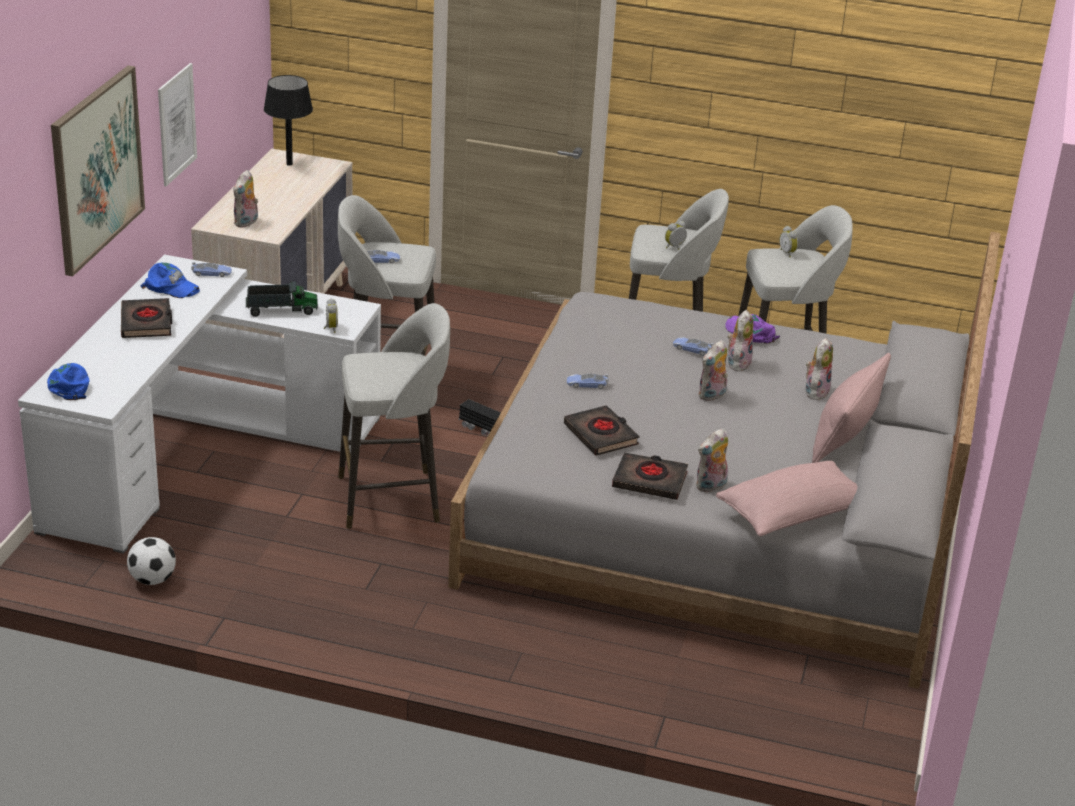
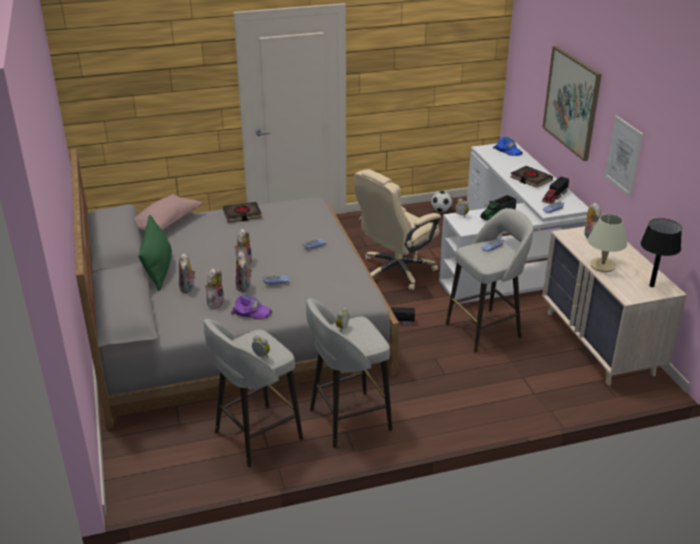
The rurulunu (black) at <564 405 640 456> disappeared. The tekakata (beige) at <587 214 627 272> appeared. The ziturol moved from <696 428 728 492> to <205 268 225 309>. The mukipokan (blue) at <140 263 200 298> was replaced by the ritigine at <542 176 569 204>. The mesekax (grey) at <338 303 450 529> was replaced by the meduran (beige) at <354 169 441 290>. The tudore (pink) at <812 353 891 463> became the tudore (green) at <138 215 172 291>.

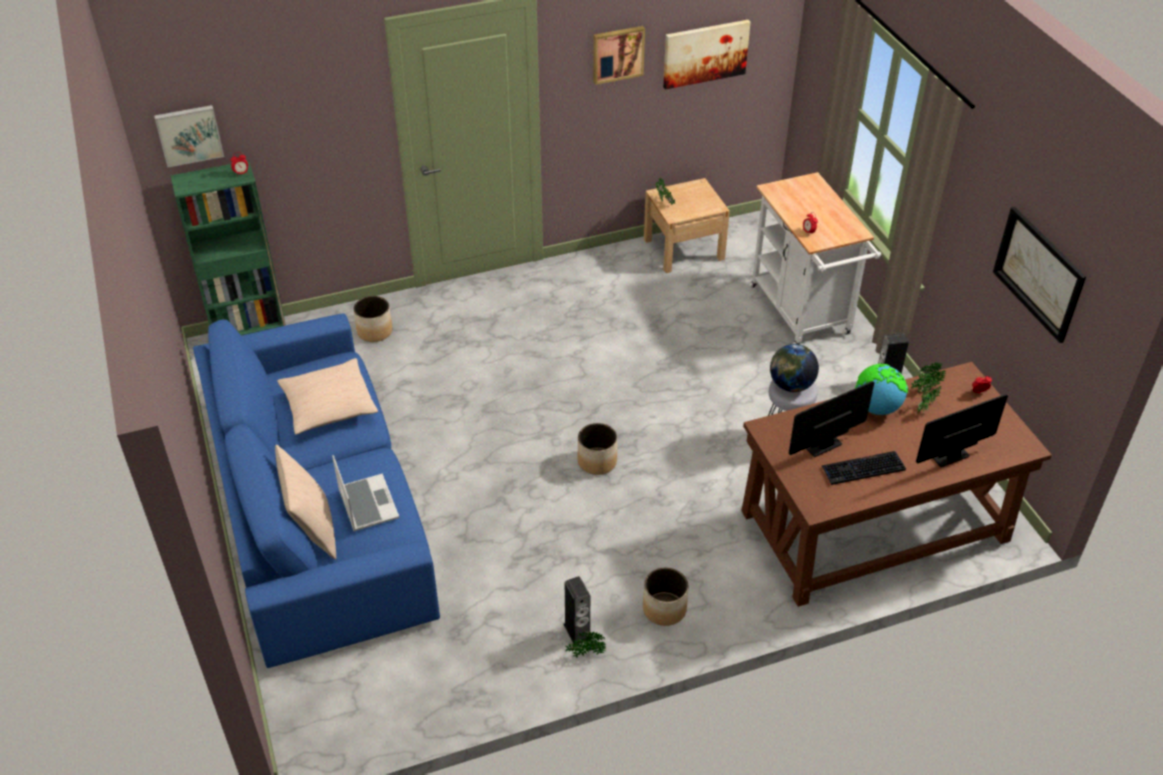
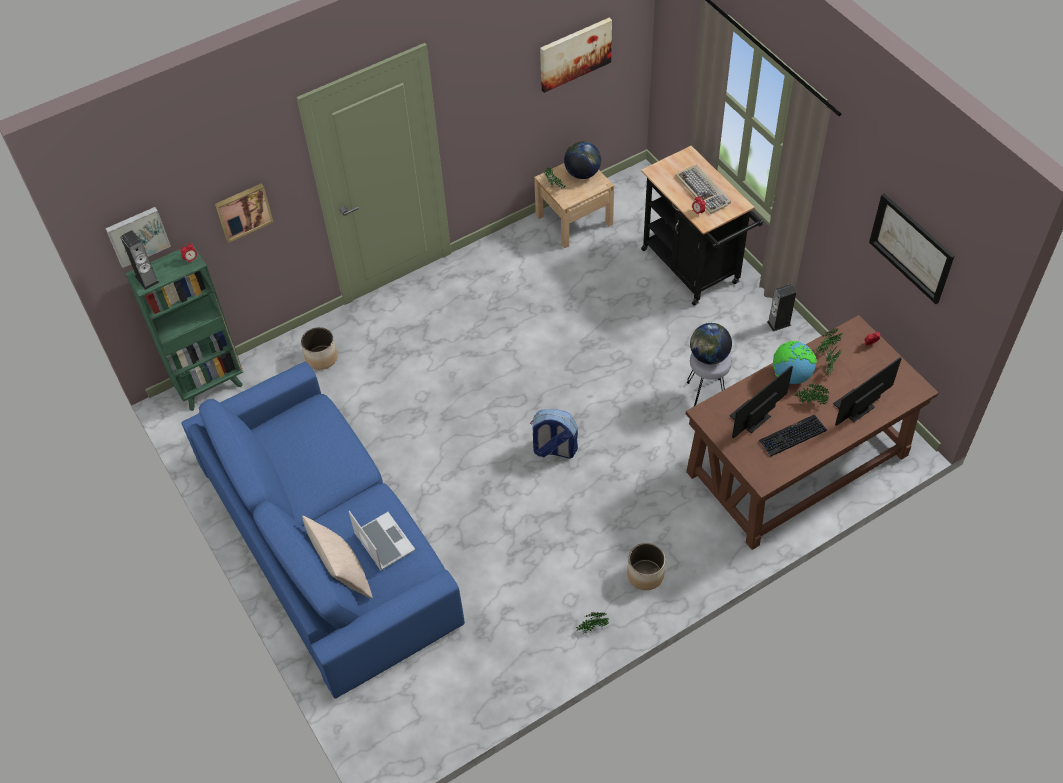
The tudore (beige) at <277 358 378 435> disappeared. The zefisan at <564 141 601 179> appeared. The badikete at <675 165 731 214> appeared. The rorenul at <795 384 829 405> appeared. The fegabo moved from <564 576 590 644> to <120 230 159 290>. The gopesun moved from <593 26 645 85> to <215 183 273 242>. The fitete at <578 423 617 475> was replaced by the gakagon at <530 409 578 459>. The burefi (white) at <749 172 881 344> became the burefi (black) at <641 146 763 306>.

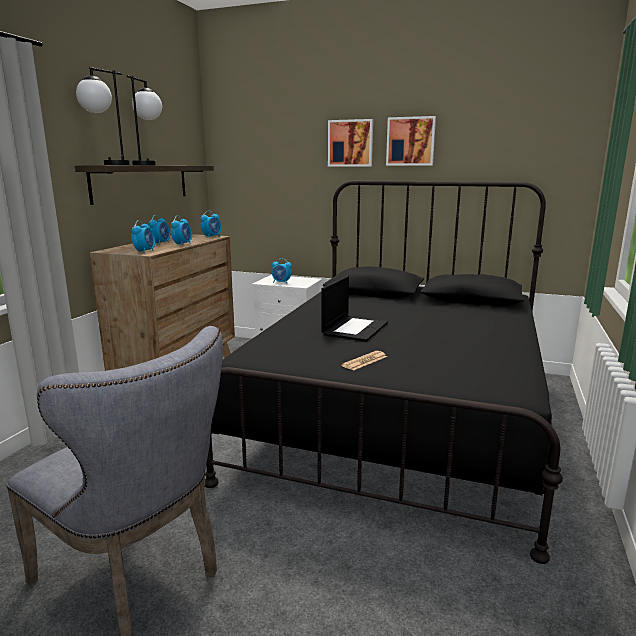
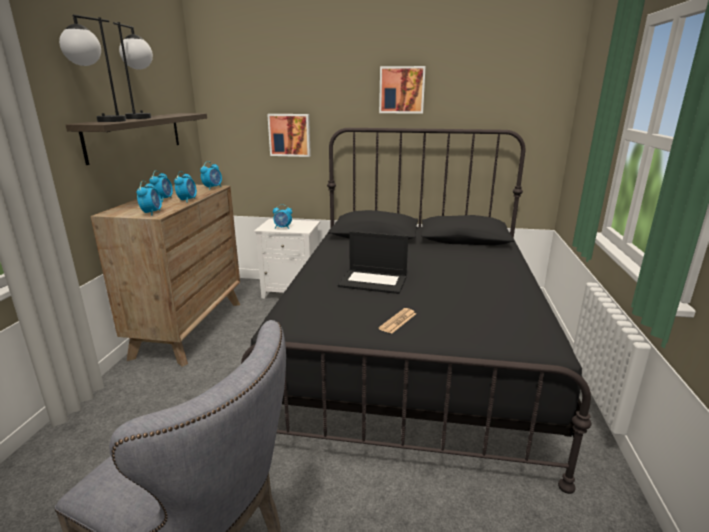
The gopesun moved from <328 119 373 167> to <267 114 311 157>. The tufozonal at <321 276 388 342> turned 90 degrees clockwise.

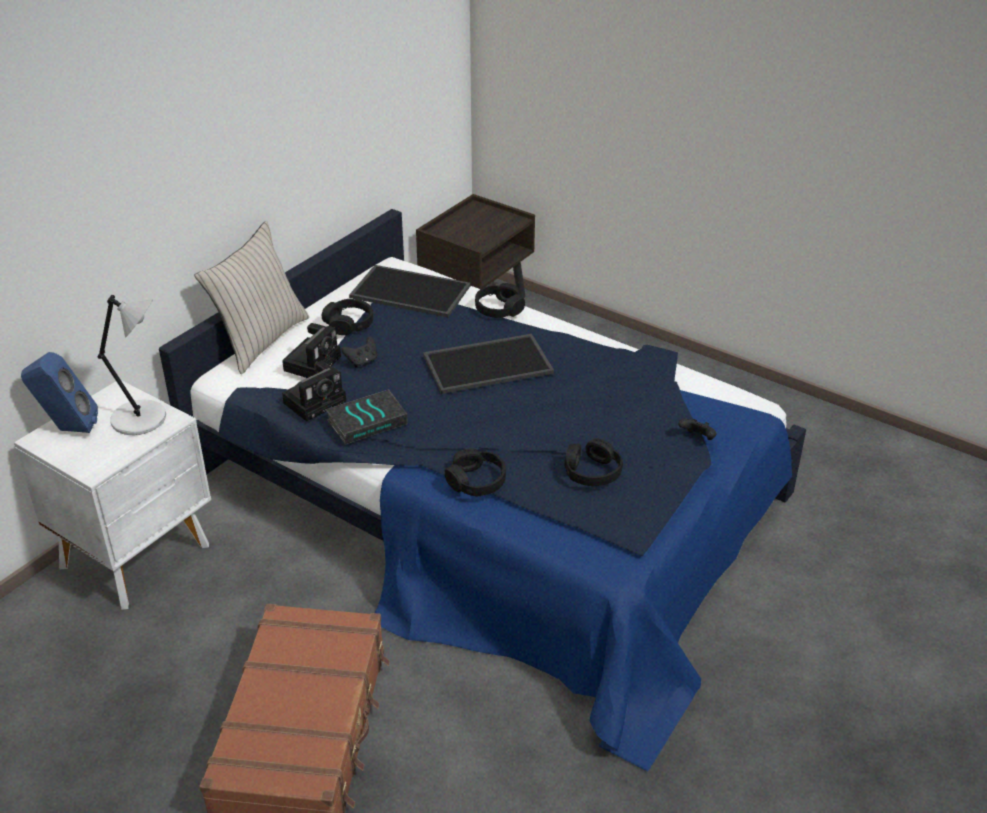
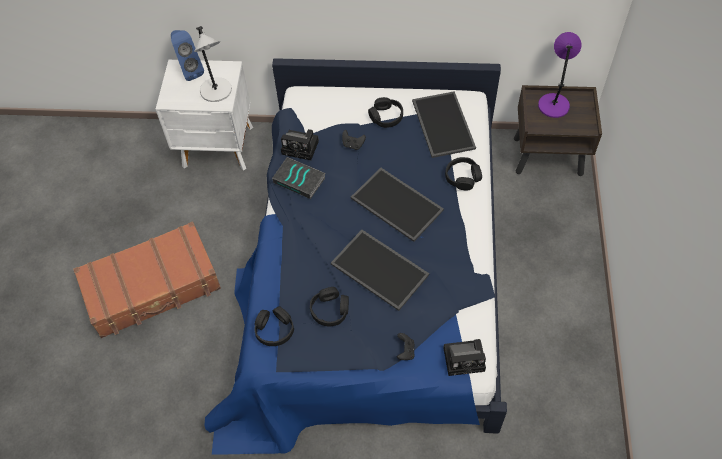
The tudore (beige) at <195 221 309 374> disappeared. The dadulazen at <331 230 429 311> appeared. The tekakata (purple) at <538 32 581 118> appeared. The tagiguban moved from <282 323 341 378> to <443 339 486 376>. The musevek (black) moved from <445 448 506 496> to <255 306 294 346>.

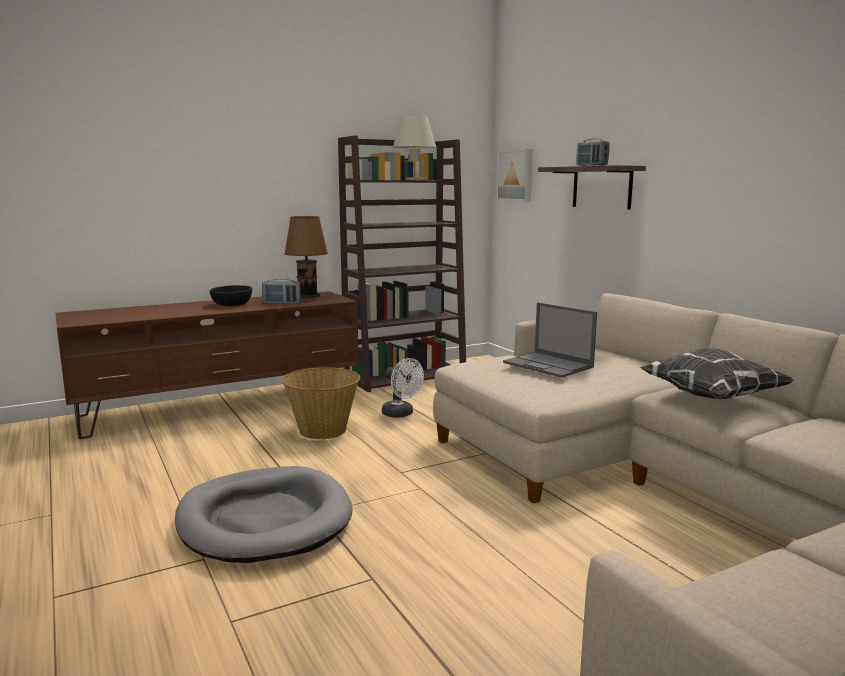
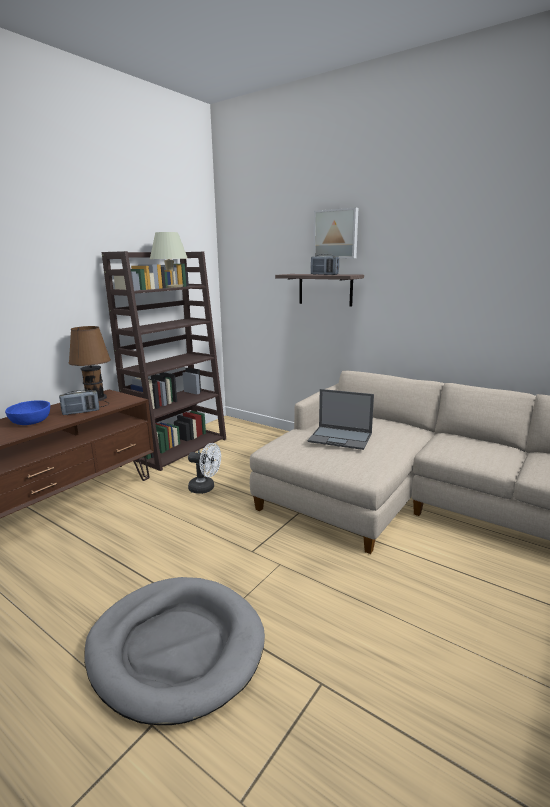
The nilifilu at <281 367 360 439> disappeared. The tudore at <639 348 794 399> disappeared. The gopesun moved from <496 149 533 201> to <313 207 358 258>. The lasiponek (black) at <210 285 252 306> became the lasiponek (blue) at <5 400 50 425>.

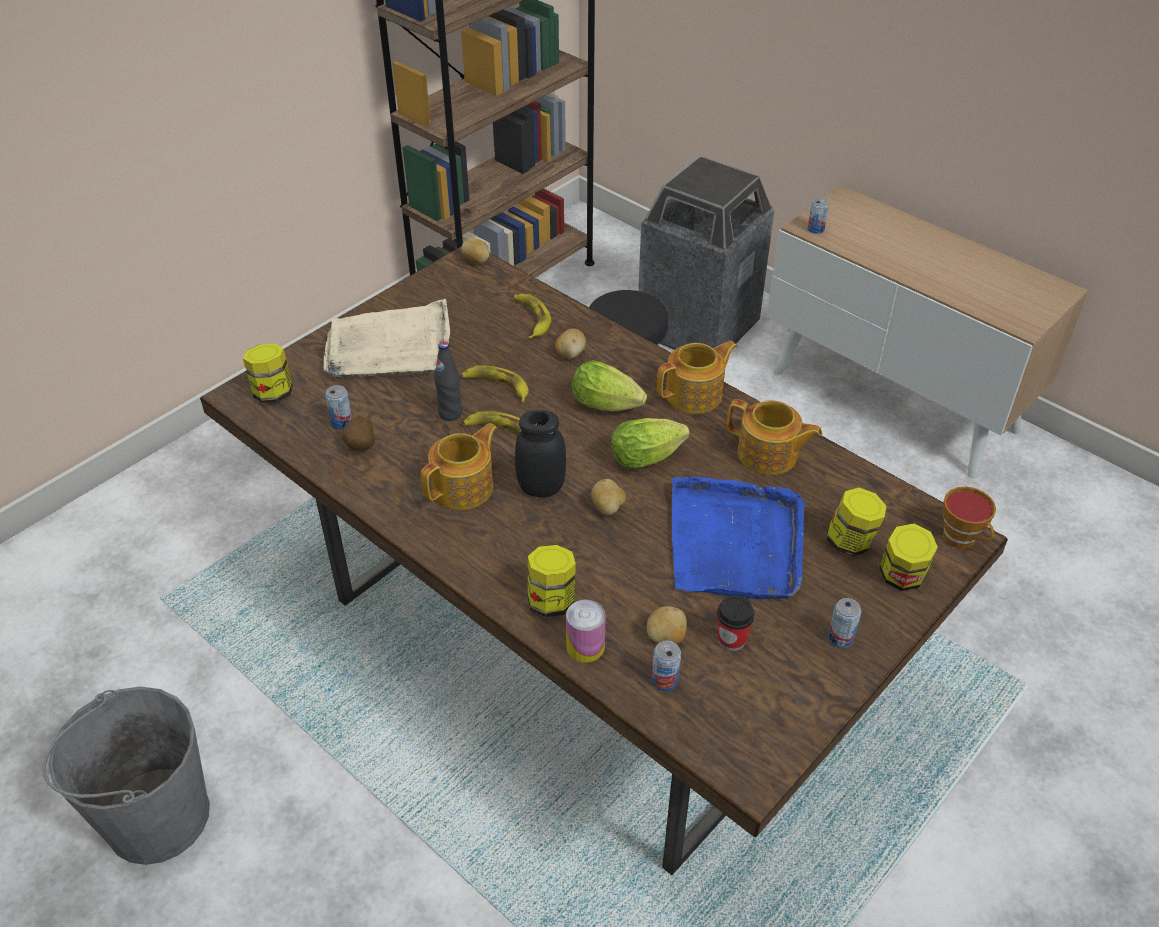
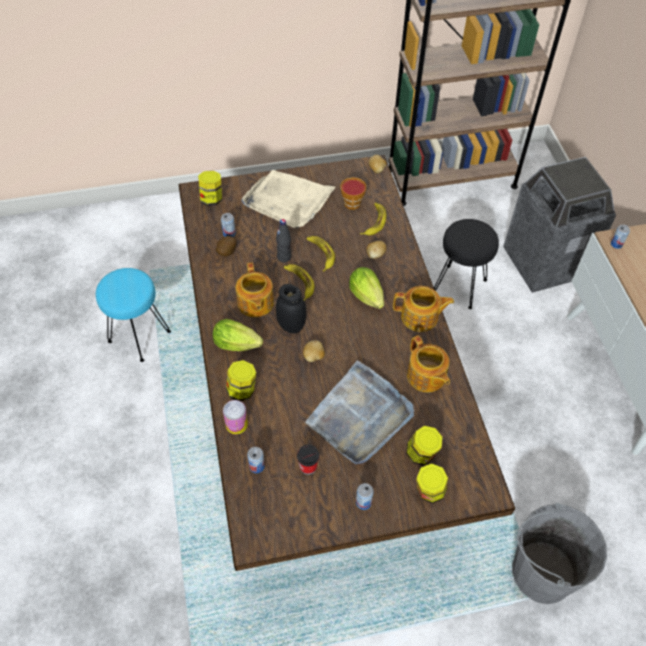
The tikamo at <647 606 687 644> disappeared. The mesekax (turquoise) at <96 268 171 362> appeared. The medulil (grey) moved from <42 687 210 865> to <512 503 607 604>. The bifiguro moved from <611 418 690 469> to <213 319 263 351>. The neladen moved from <943 487 996 549> to <341 177 366 210>. The dadulazen (blue) at <672 477 805 599> became the dadulazen (grey) at <305 361 414 464>. The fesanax at <421 423 498 510> turned 90 degrees clockwise.

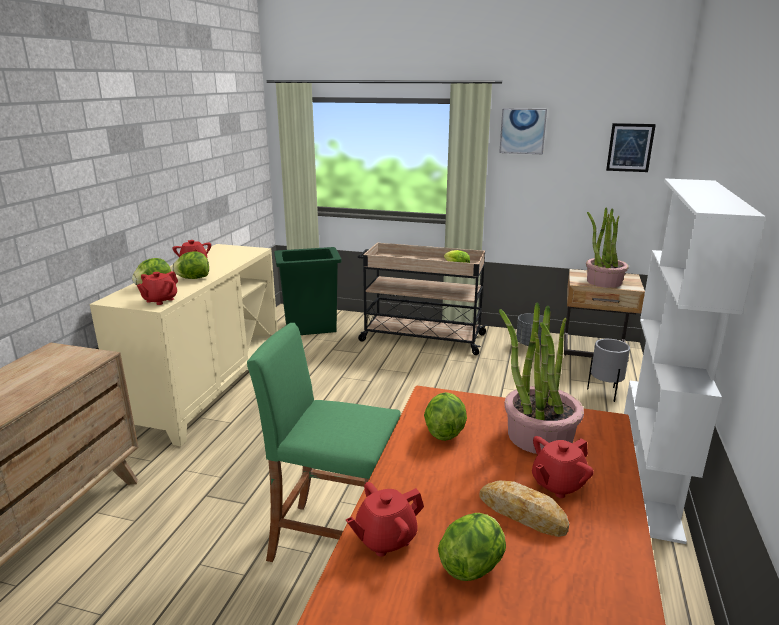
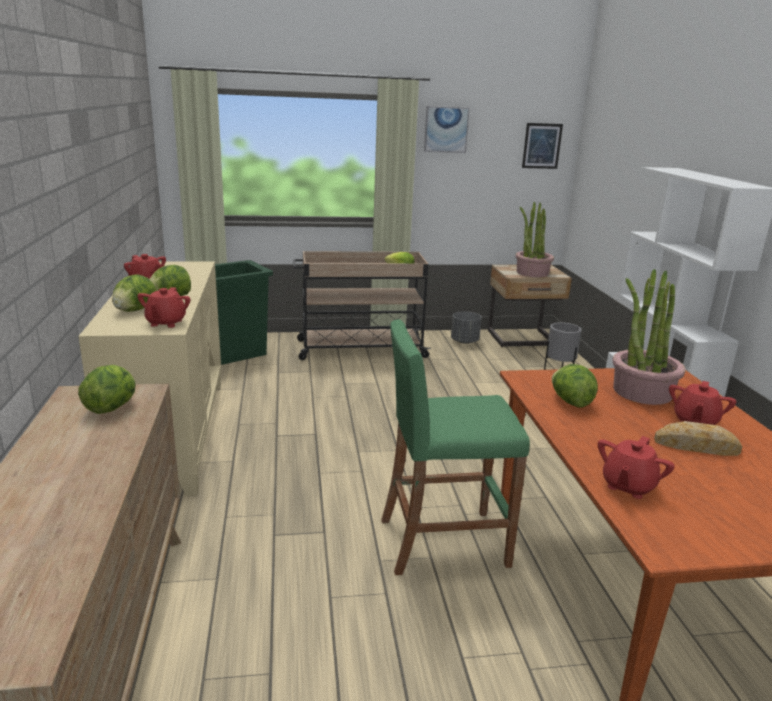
The bifiguro moved from <438 513 506 581> to <78 365 136 414>.

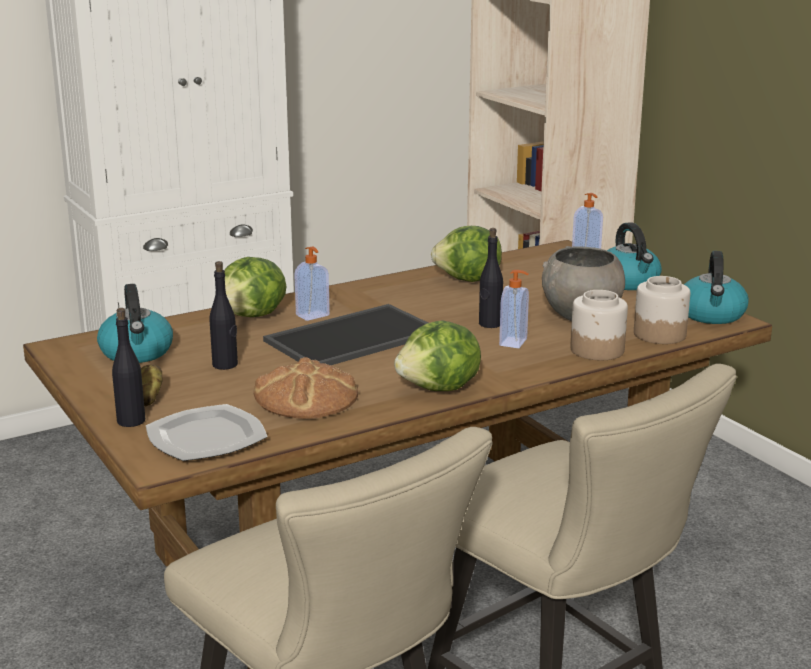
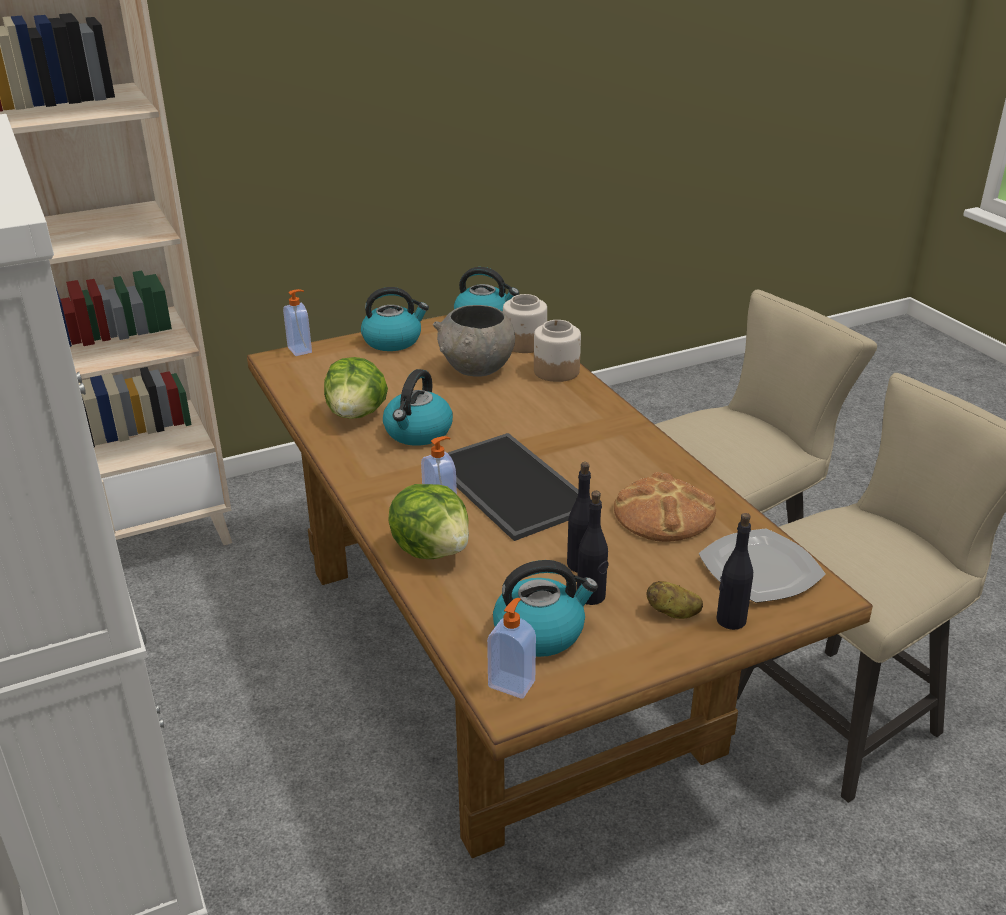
The bifiguro at <394 320 481 391> disappeared. The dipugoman at <383 369 453 446> appeared. The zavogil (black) moved from <479 228 503 328> to <577 491 608 605>. The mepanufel moved from <499 270 529 348> to <487 598 536 699>.

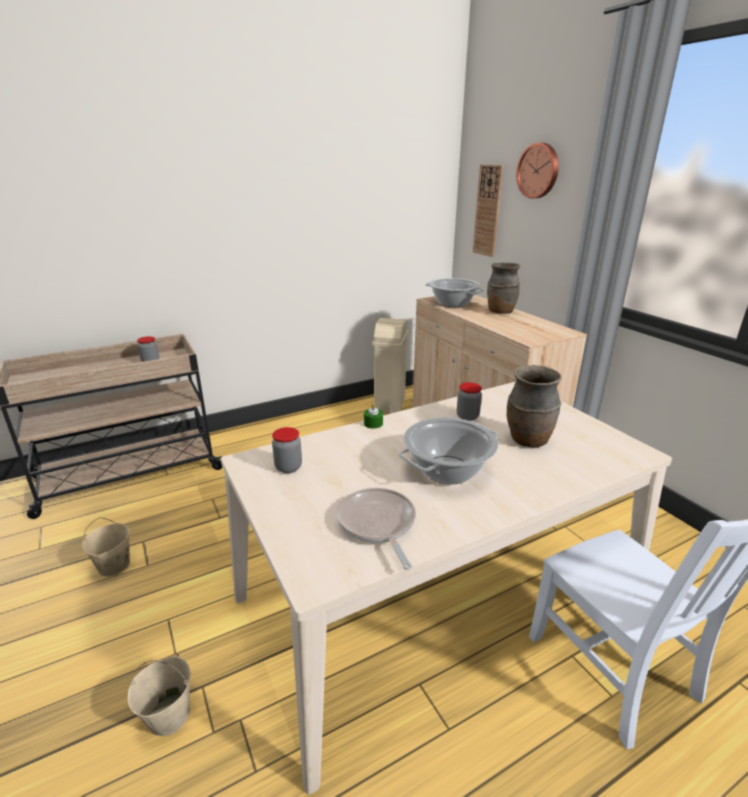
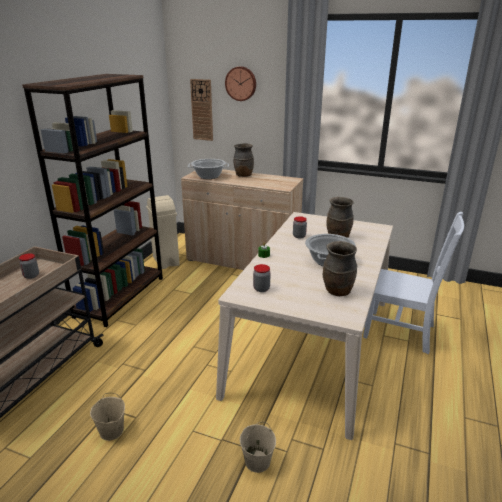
The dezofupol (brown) at <22 74 163 327> appeared. The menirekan at <337 488 416 570> was replaced by the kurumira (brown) at <323 241 357 296>.

